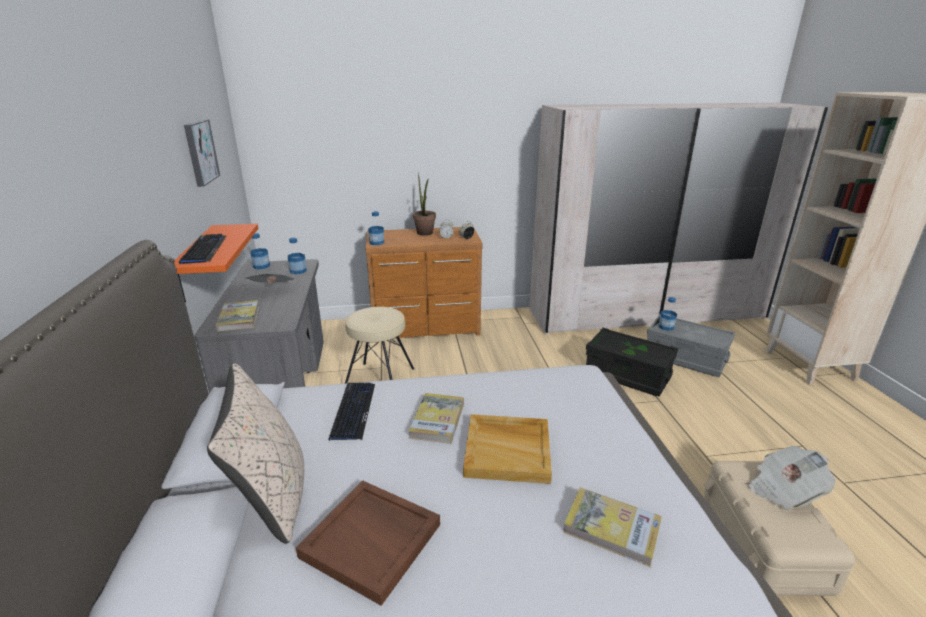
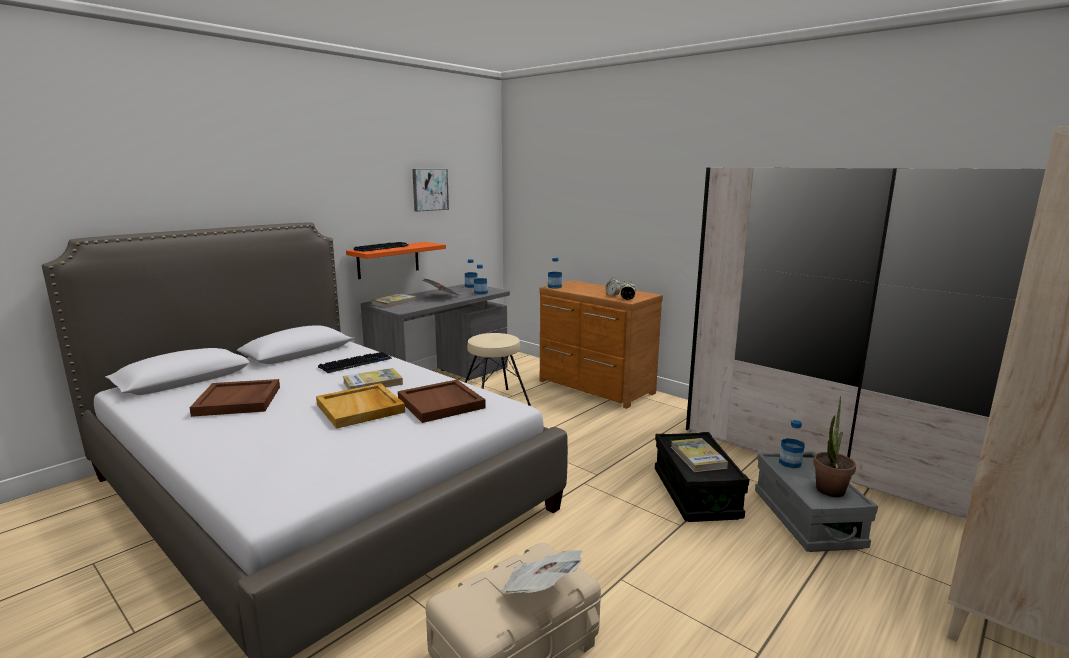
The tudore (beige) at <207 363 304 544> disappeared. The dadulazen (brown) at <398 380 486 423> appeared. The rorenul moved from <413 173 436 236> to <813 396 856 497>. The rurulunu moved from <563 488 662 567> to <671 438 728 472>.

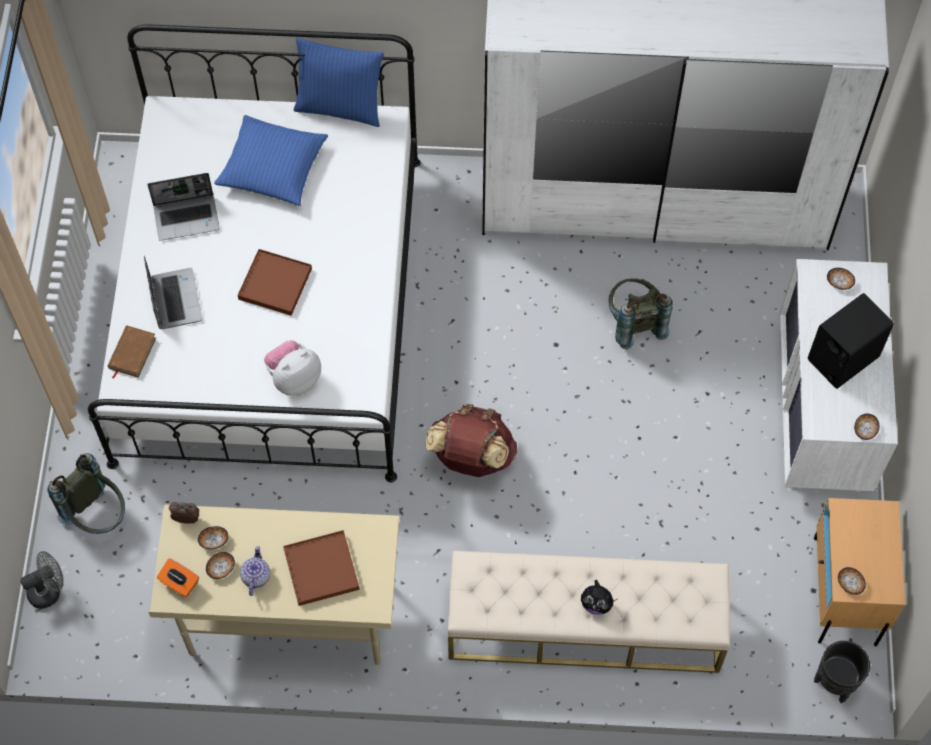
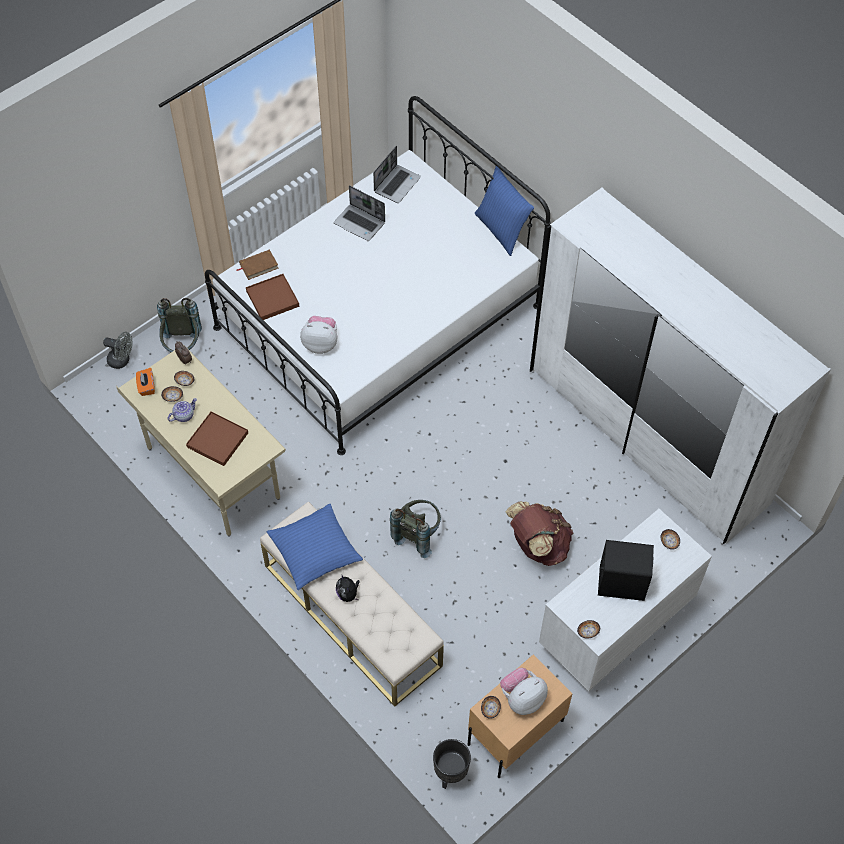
The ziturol at <500 668 548 715> appeared. The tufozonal moved from <144 256 202 329> to <373 146 421 203>. The tudore (blue) moved from <214 115 328 206> to <267 504 363 590>. The dadulazen (brown) moved from <238 249 312 316> to <246 274 299 320>. The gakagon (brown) moved from <425 404 517 477> to <506 501 573 566>. The gakagon (grey) moved from <609 278 673 349> to <390 500 441 558>.

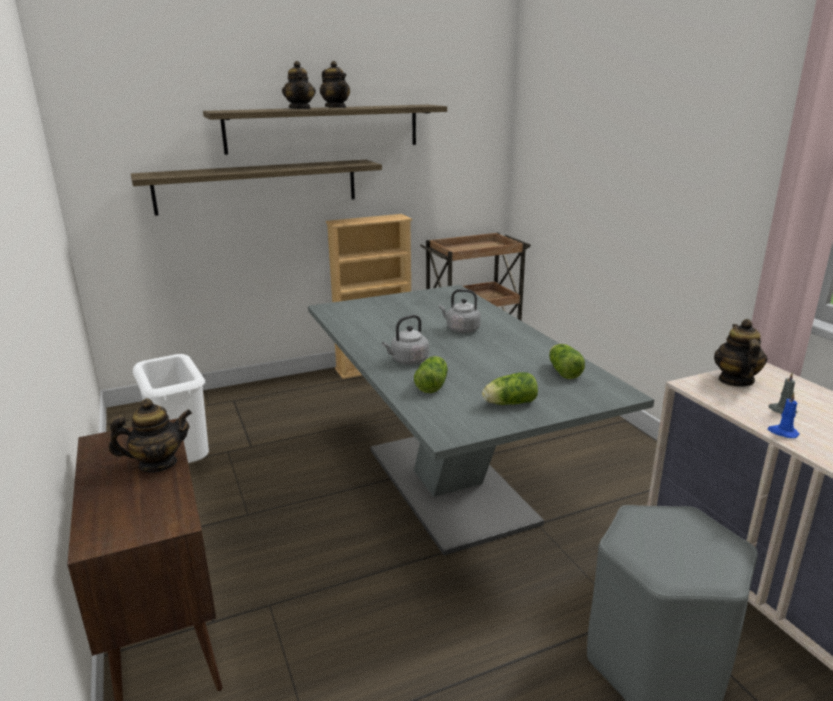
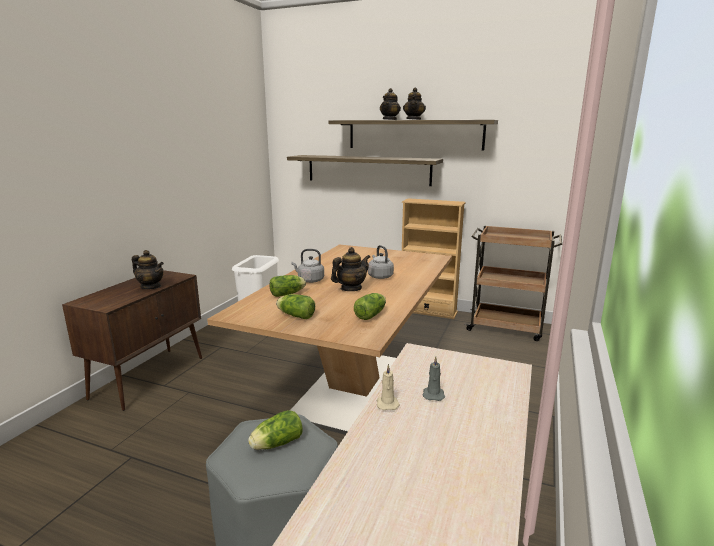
The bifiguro at <248 410 303 450> appeared. The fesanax moved from <714 319 767 387> to <331 247 370 291>. The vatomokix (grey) at <308 285 654 556> became the vatomokix (brown) at <207 244 452 435>. The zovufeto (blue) at <768 392 800 438> became the zovufeto (beige) at <377 364 400 410>.

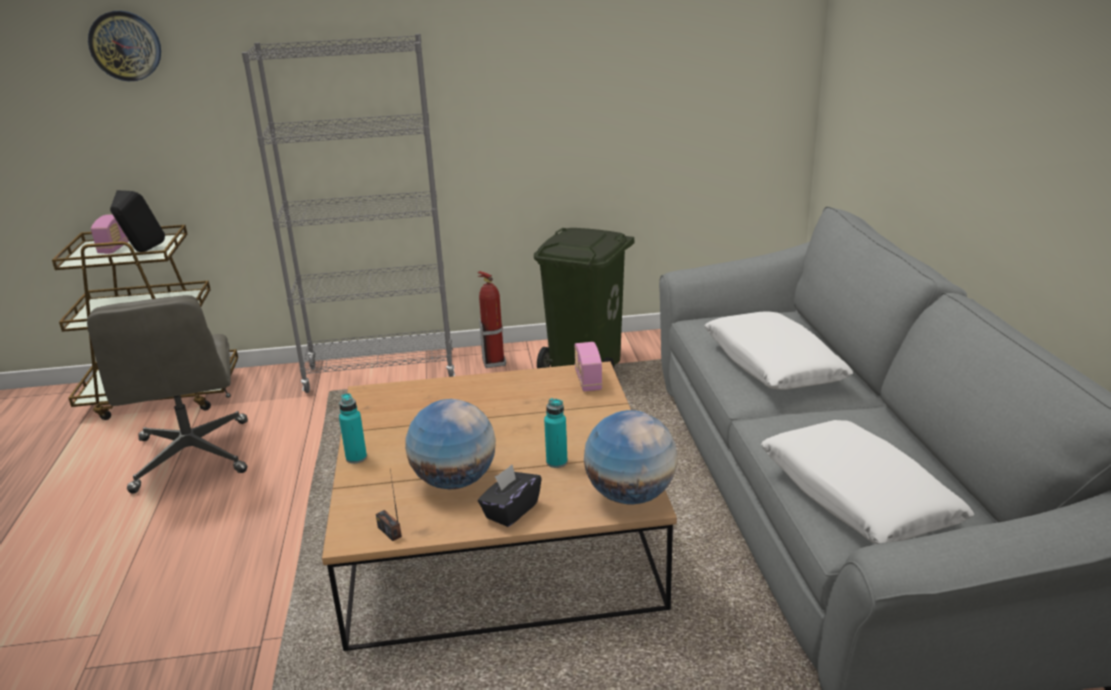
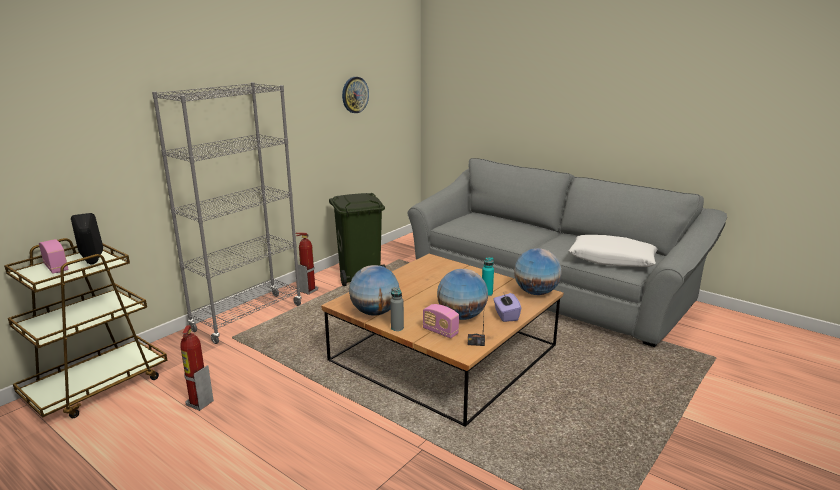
The tudore (white) at <705 311 853 390> disappeared. The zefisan at <349 265 399 316> appeared. The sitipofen moved from <88 11 161 81> to <342 77 369 113>. The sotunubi moved from <574 342 603 391> to <423 304 459 339>. The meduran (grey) at <87 295 248 494> was replaced by the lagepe at <180 325 214 411>. The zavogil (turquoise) at <339 393 367 464> became the zavogil (grey) at <390 287 404 331>. The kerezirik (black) at <478 465 542 527> became the kerezirik (purple) at <493 292 522 322>.

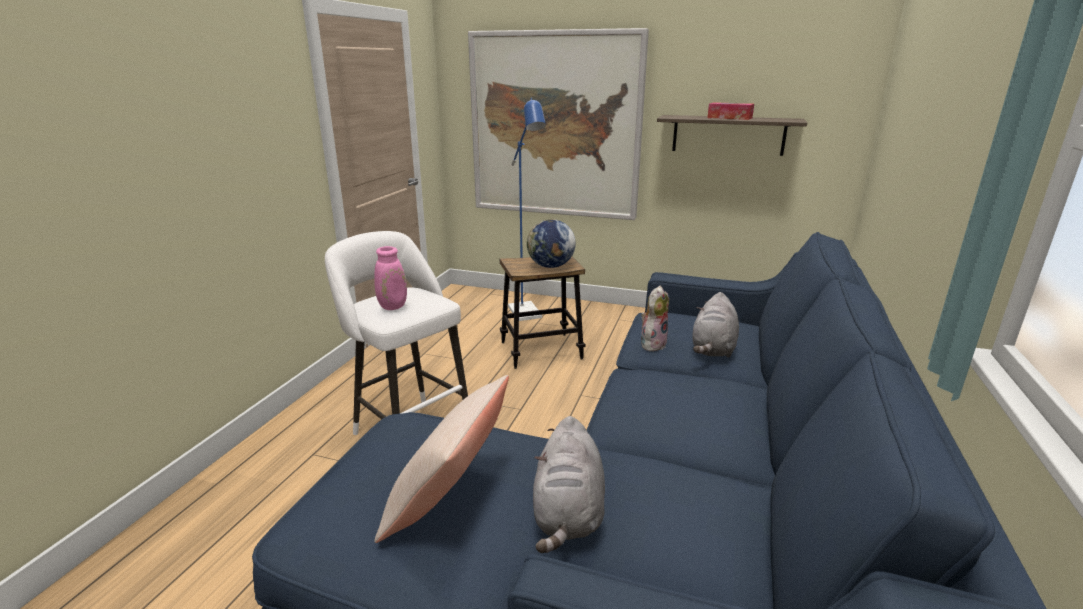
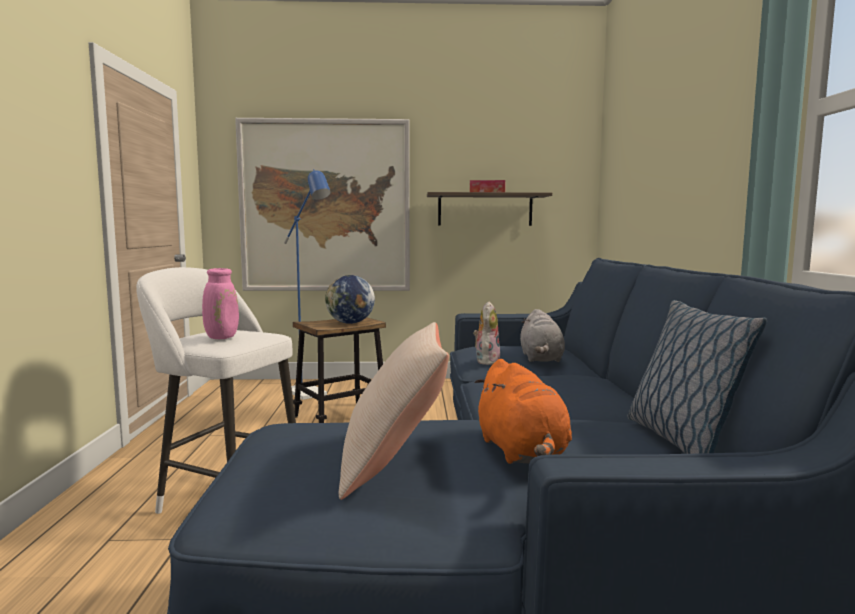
The tudore at <627 300 767 454> appeared. The ziturol (grey) at <533 416 605 553> became the ziturol (orange) at <474 359 572 464>.

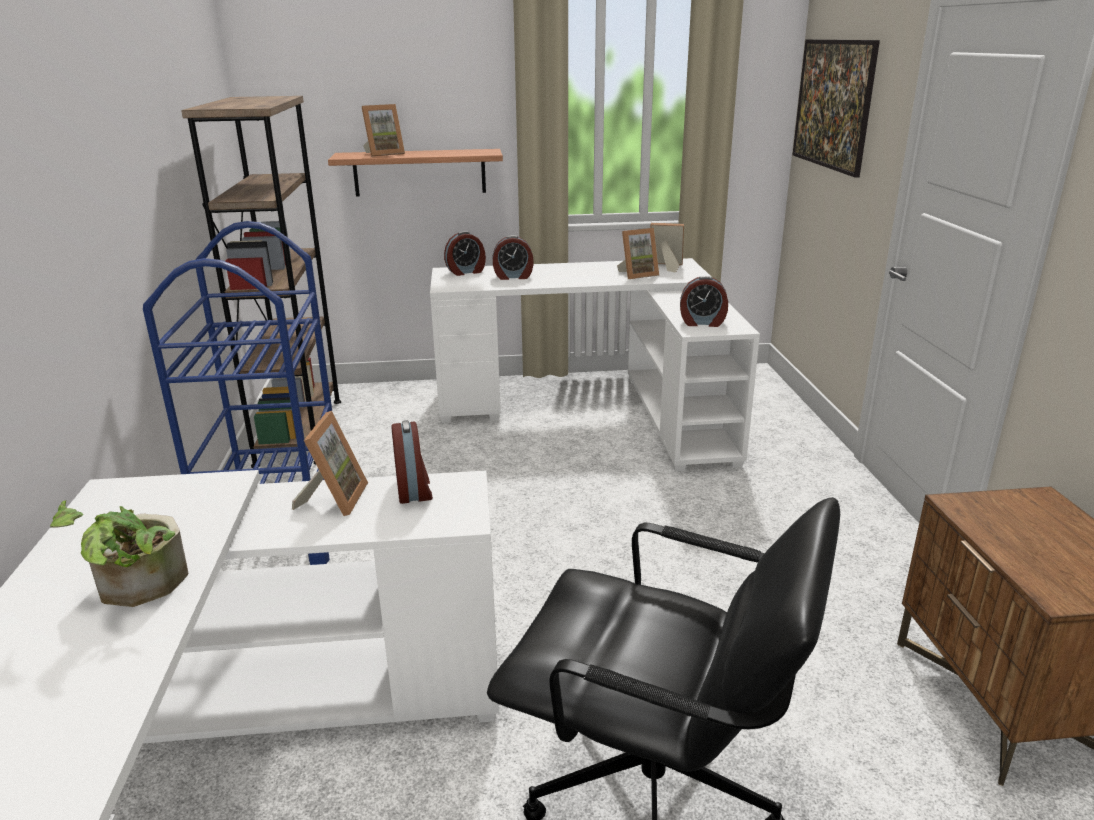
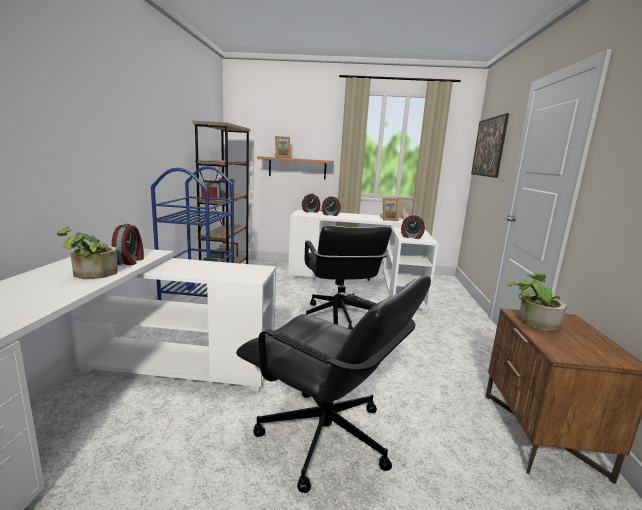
The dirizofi at <292 411 368 516> disappeared. The meduran (black) at <305 226 392 330> appeared. The rorenul at <507 274 567 331> appeared. The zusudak moved from <391 420 433 504> to <112 224 144 265>.

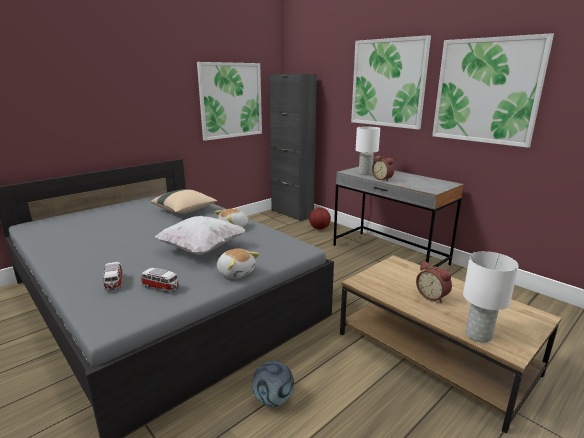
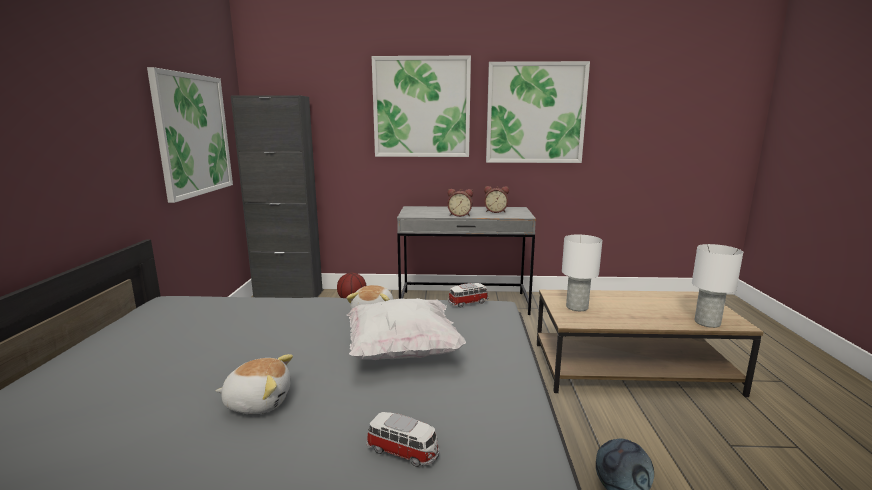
The tudore (beige) at <150 189 217 213> disappeared. The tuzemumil moved from <141 268 180 293> to <448 283 488 307>. The ziturol moved from <217 249 259 279> to <216 354 293 414>. The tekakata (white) moved from <356 127 380 175> to <562 235 602 311>. The zusudak moved from <416 262 452 303> to <484 186 509 213>.

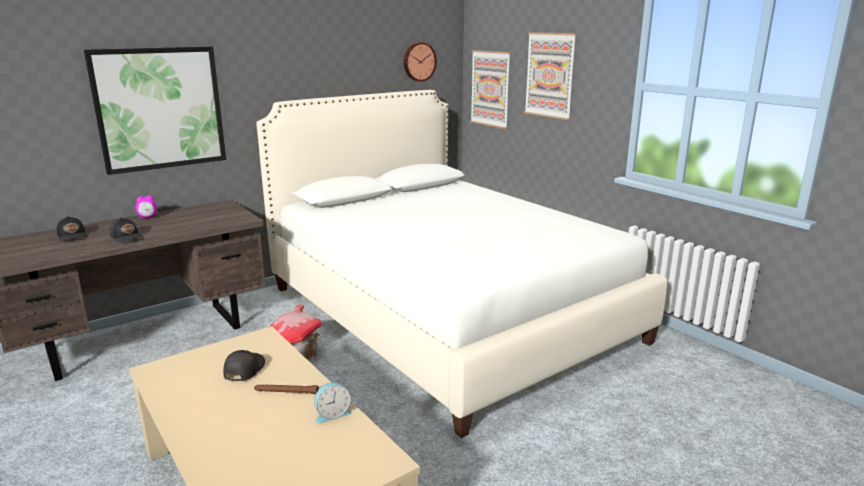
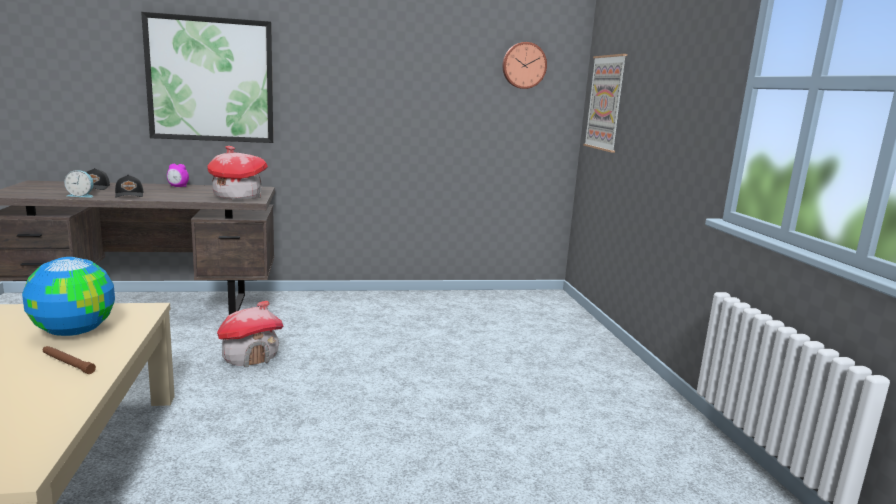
The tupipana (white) at <256 90 667 438> disappeared. The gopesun at <524 32 577 120> disappeared. The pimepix at <207 146 268 200> appeared. The zusudak moved from <314 382 351 424> to <64 170 94 198>. The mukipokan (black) at <223 350 265 381> was replaced by the zefisan at <22 257 115 336>.

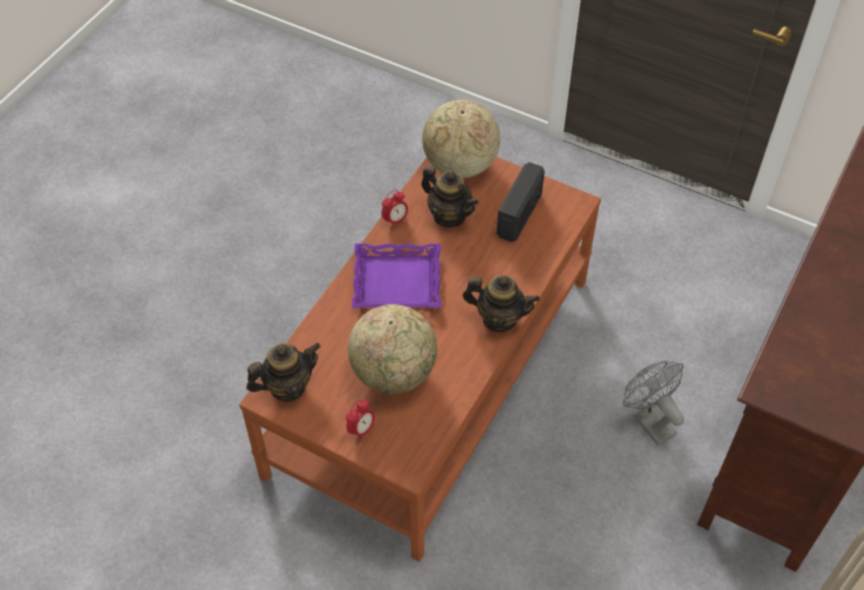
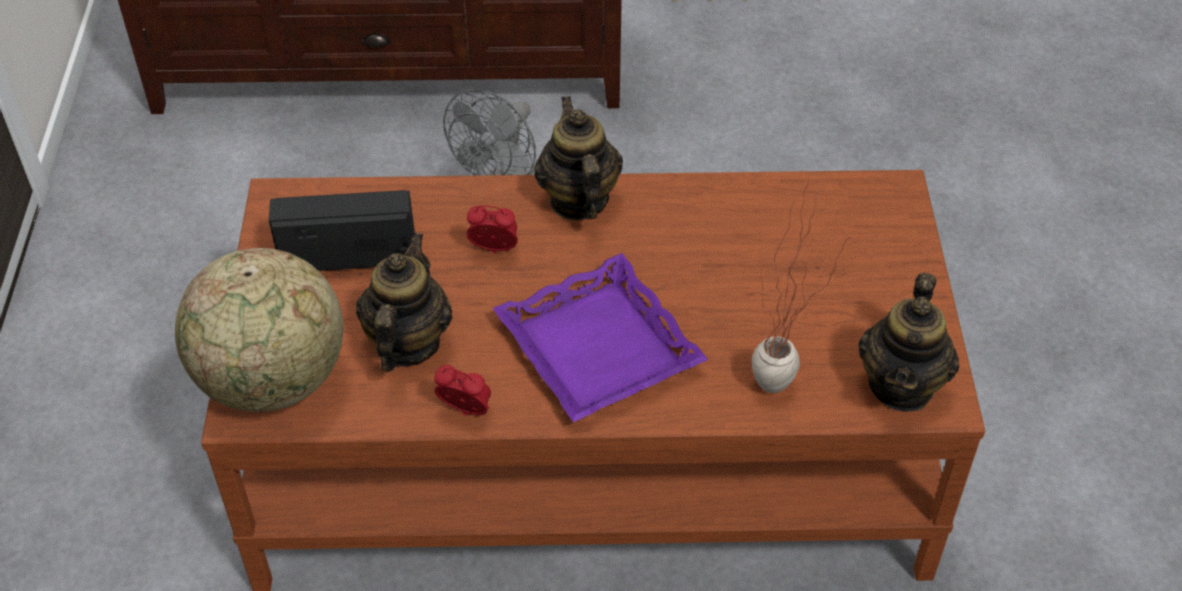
The zefisan at <348 304 437 394> disappeared. The rorenul at <752 182 849 393> appeared. The zusudak moved from <346 400 375 441> to <466 205 518 254>. The fesanax at <246 343 321 402> turned 105 degrees counterclockwise.

